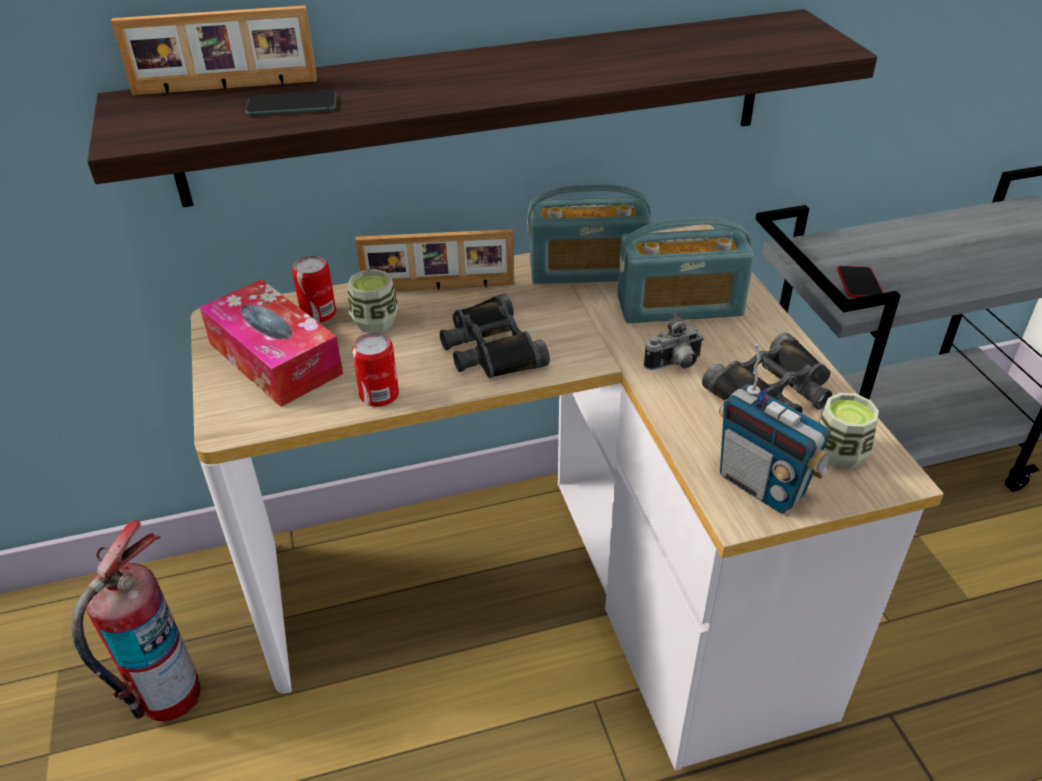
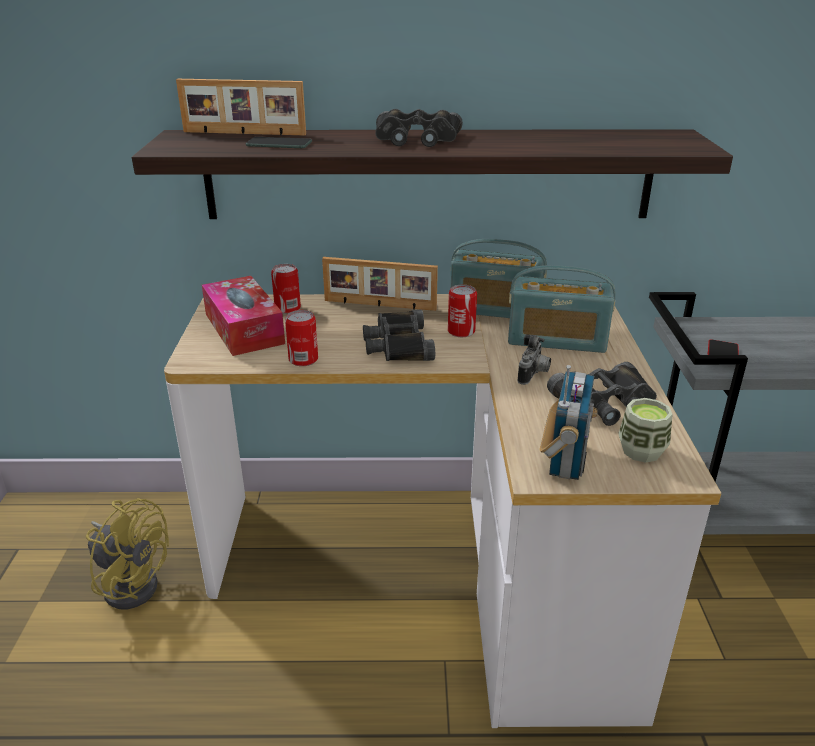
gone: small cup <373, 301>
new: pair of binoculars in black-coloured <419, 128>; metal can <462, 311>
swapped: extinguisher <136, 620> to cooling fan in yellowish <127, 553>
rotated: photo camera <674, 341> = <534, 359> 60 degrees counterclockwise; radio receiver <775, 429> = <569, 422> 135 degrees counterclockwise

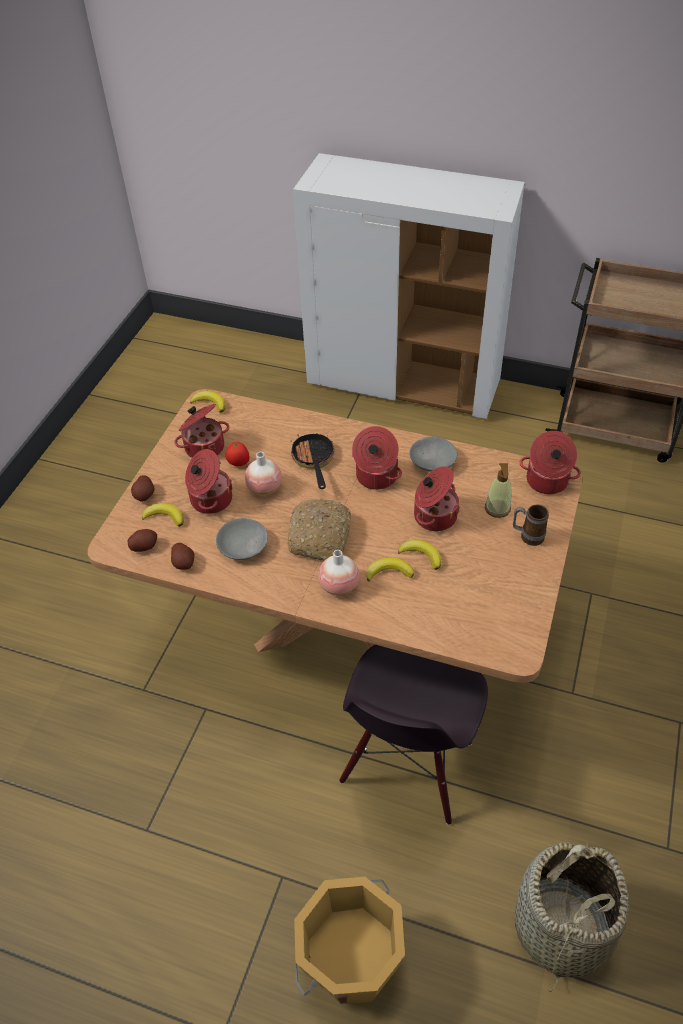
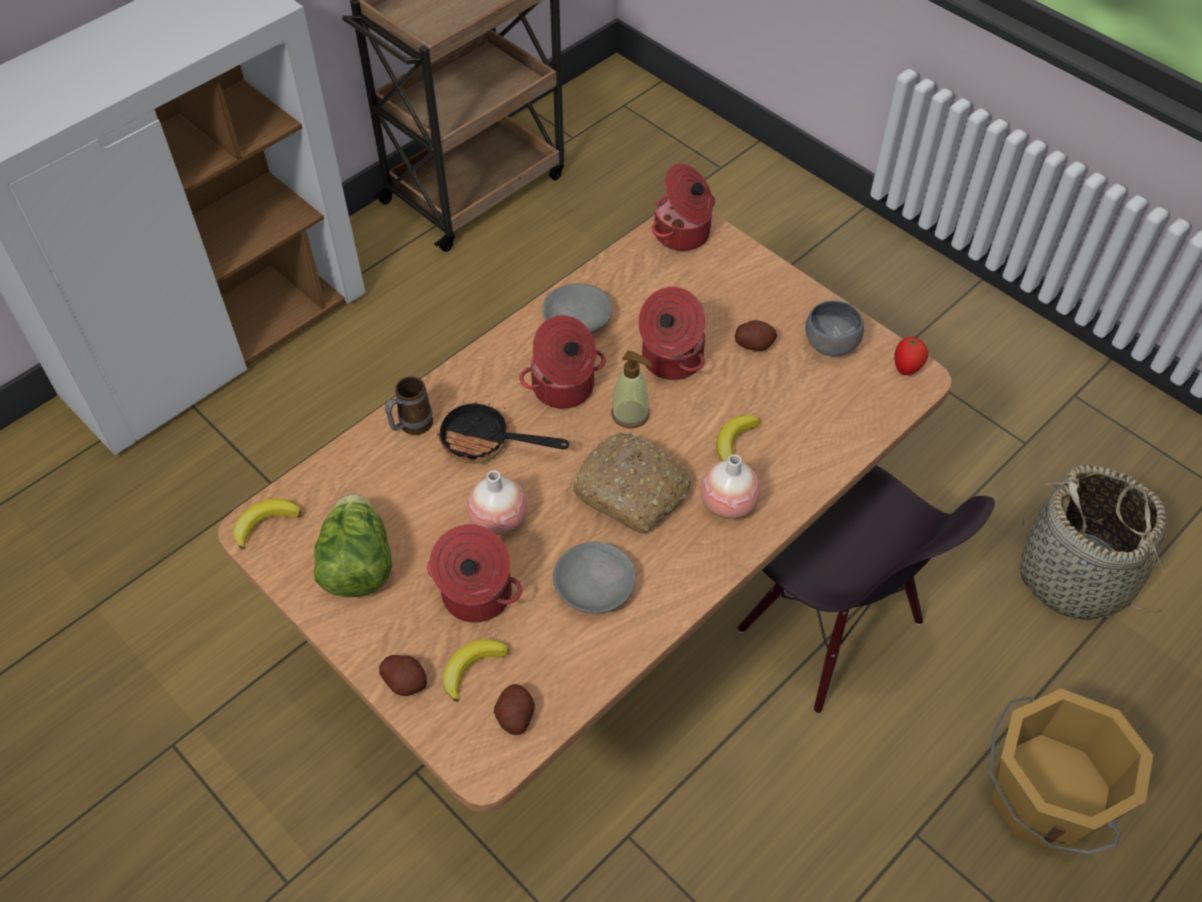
gone: whole banana <419, 555>
new: deep dish in gray <834, 328>
shifted: potato <182, 556> to <756, 335>; whole tomato <237, 454> to <911, 356>; soap bottle <498, 490> to <631, 389>; tea mug <531, 525> to <409, 405>
swapped: stockpot <202, 431> to lettuce head <353, 545>

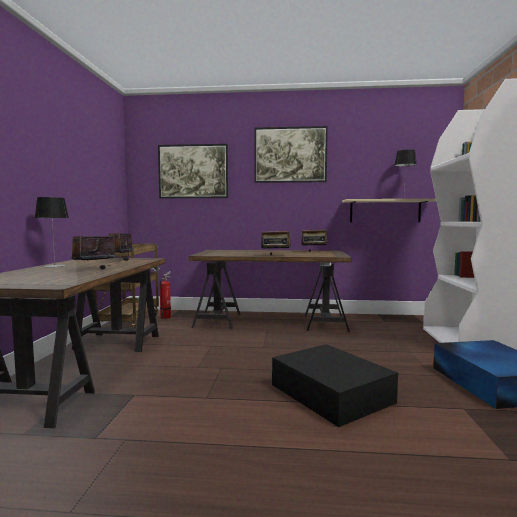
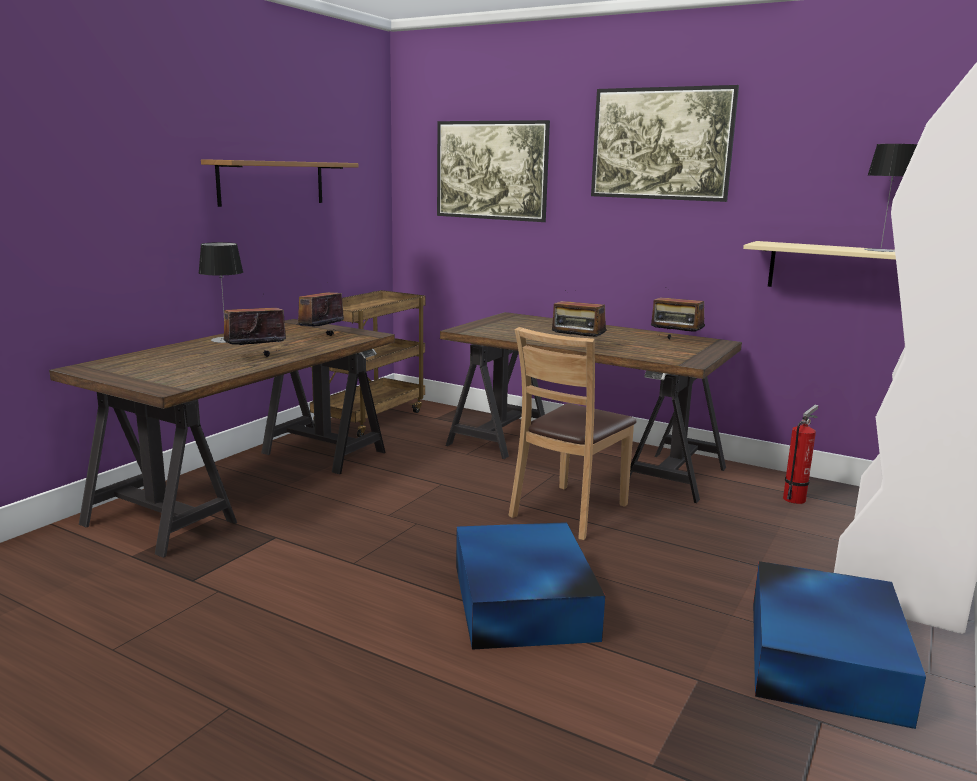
new: shelf <279, 183>; plain chair in brown-coloured <572, 433>
shifted: extinguisher <165, 295> to <800, 454>
repainted: storage bin in black-coloured <335, 385> to storage bin in blue <530, 586>

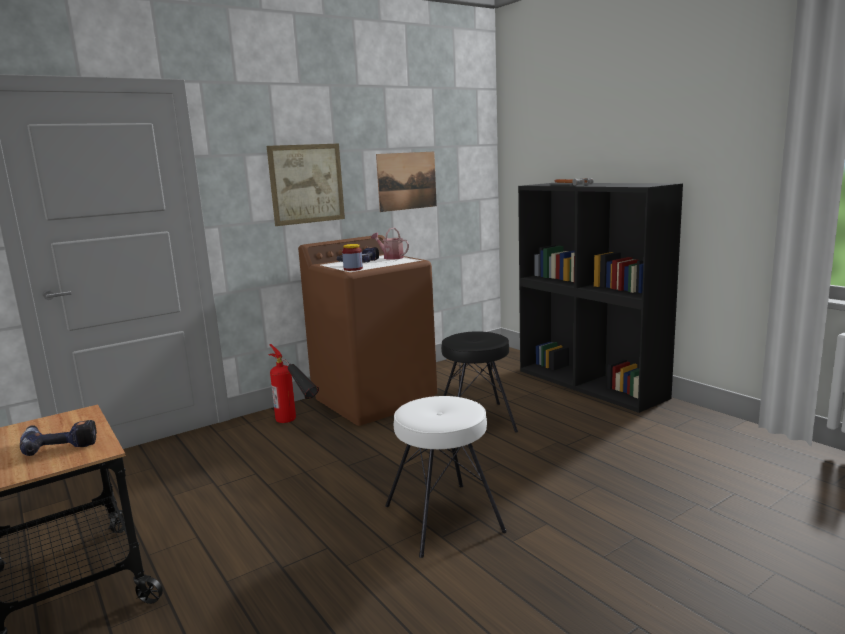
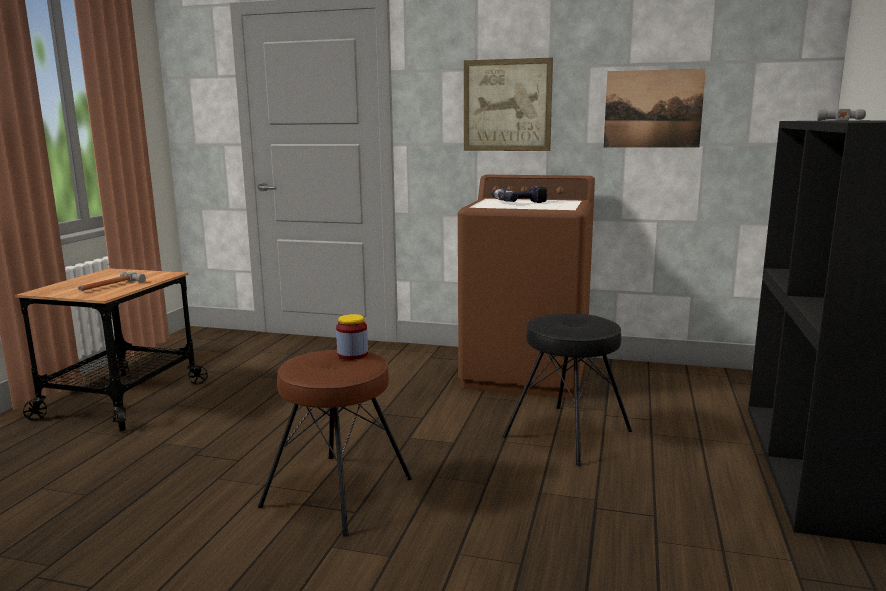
gone: extinguisher <294, 383>; sprinkling can <390, 244>
shifted: jar <352, 257> to <352, 337>
swapped: drill <58, 438> to tool hammer <112, 281>
repainted: sitting stool in white-coloured <446, 477> to sitting stool in brown-coloured <335, 443>

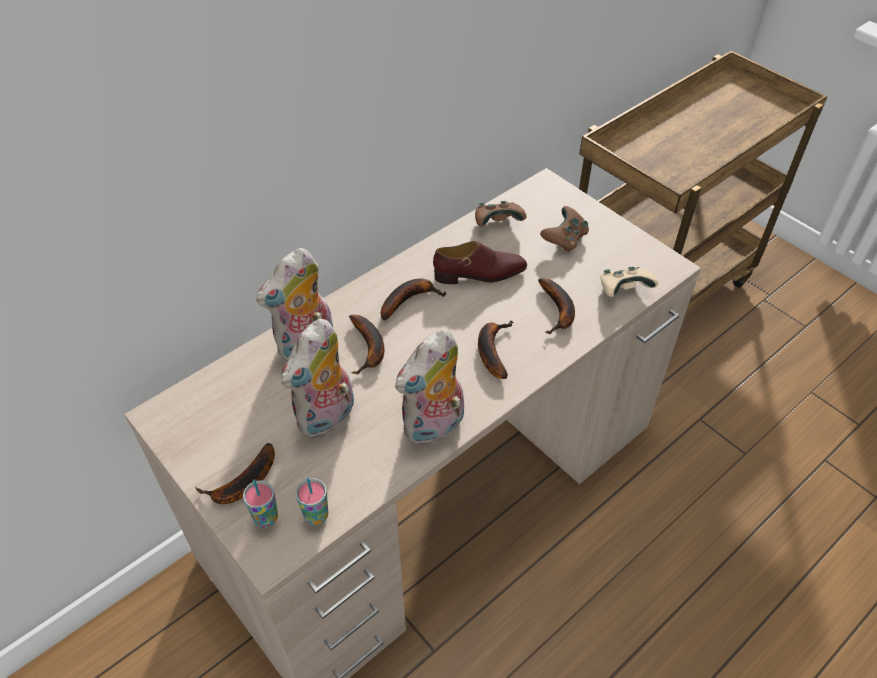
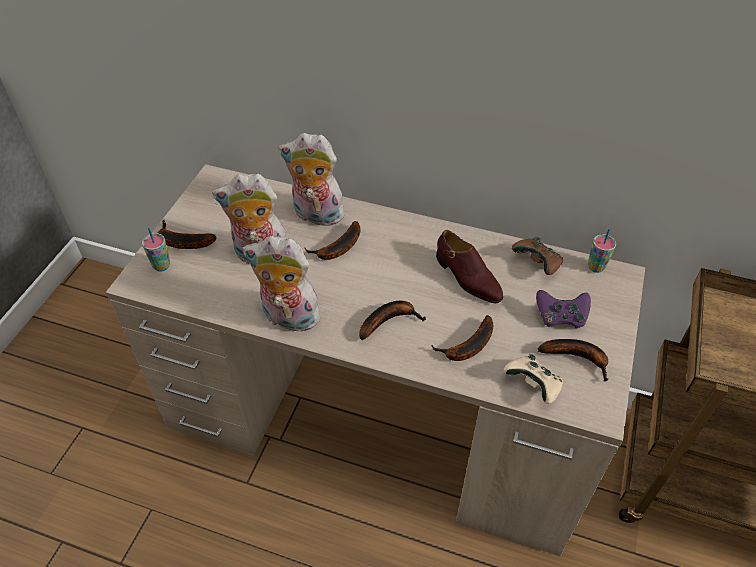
shifted: small cup <312, 501> to <602, 251>; whole banana <413, 300> to <573, 360>
repainted: game controller in brown-coloured <564, 229> to game controller in purple <563, 309>

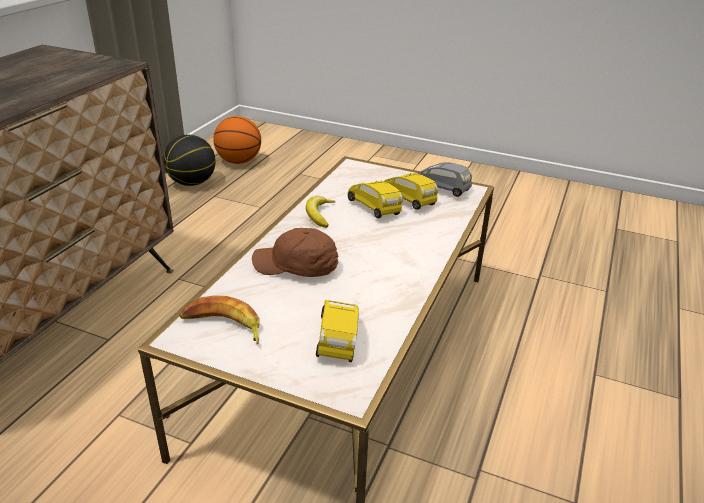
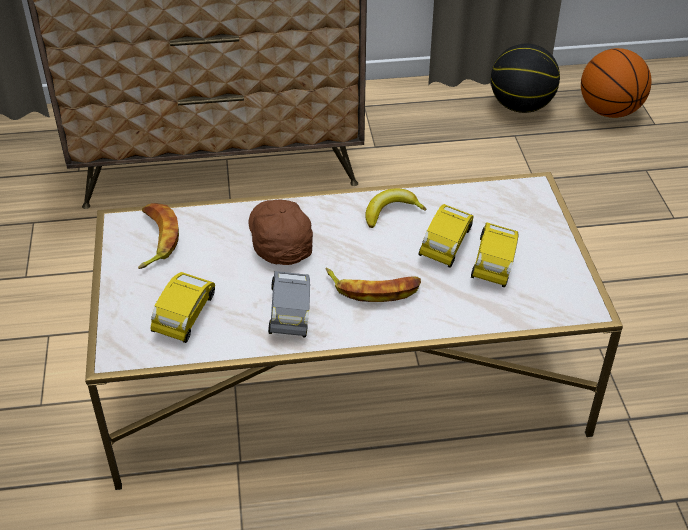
new: whole banana <373, 284>
shifted: model car in gray <445, 179> to <289, 304>
rotated: model car in yellowish <337, 331> = <182, 307> 45 degrees counterclockwise

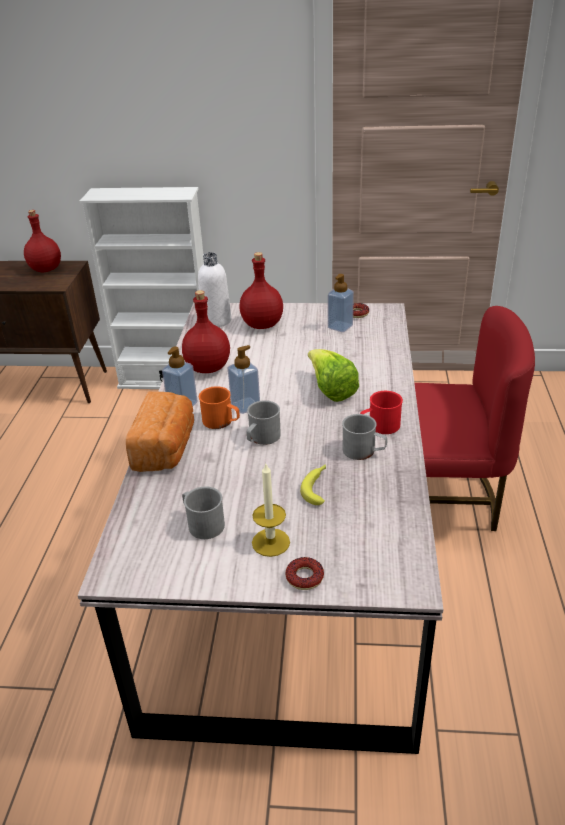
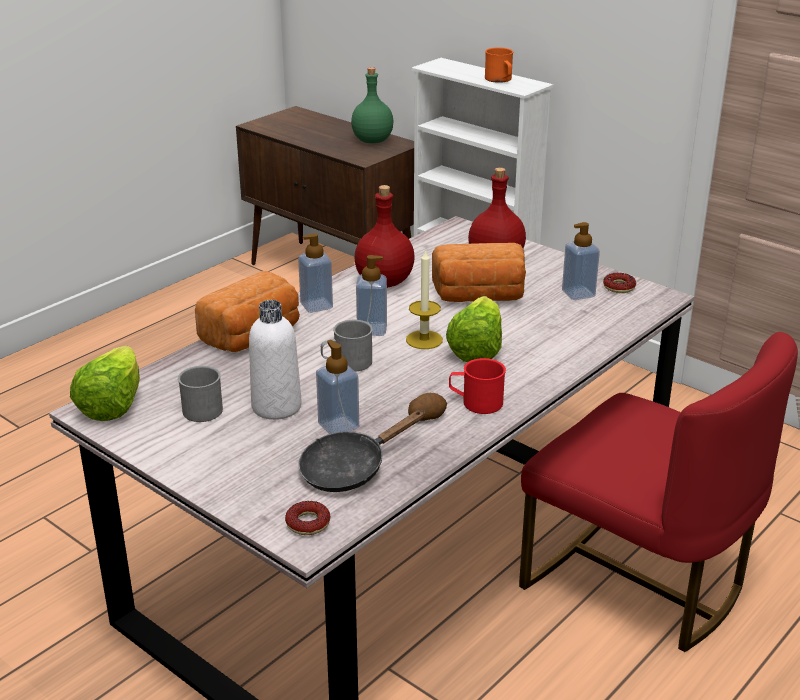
new: lettuce head <105, 383>; skillet in black-coloured <361, 451>; bread <479, 272>
shifted: bottle in white-coloured <214, 289> to <275, 360>; tea mug in orange <219, 407> to <499, 65>; candle <271, 509> to <424, 299>; doughnut <304, 573> to <307, 518>
swapped: whole banana <313, 484> to soap bottle <337, 387>; tea mug in gray <364, 437> to potato <427, 407>
repainted: bottle in red-coloured <42, 241> to bottle in green <372, 105>

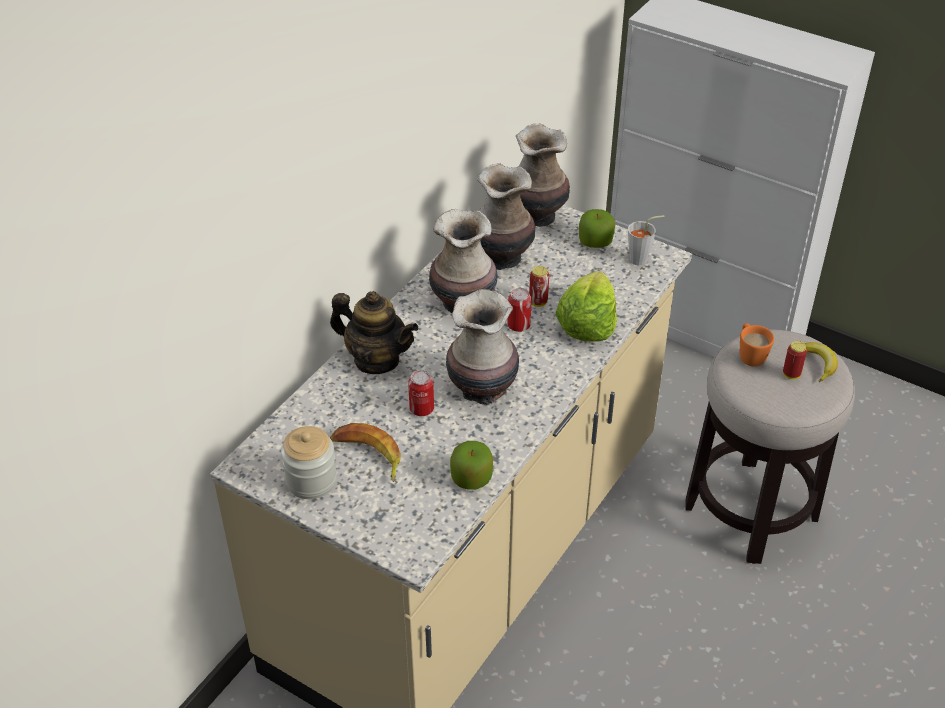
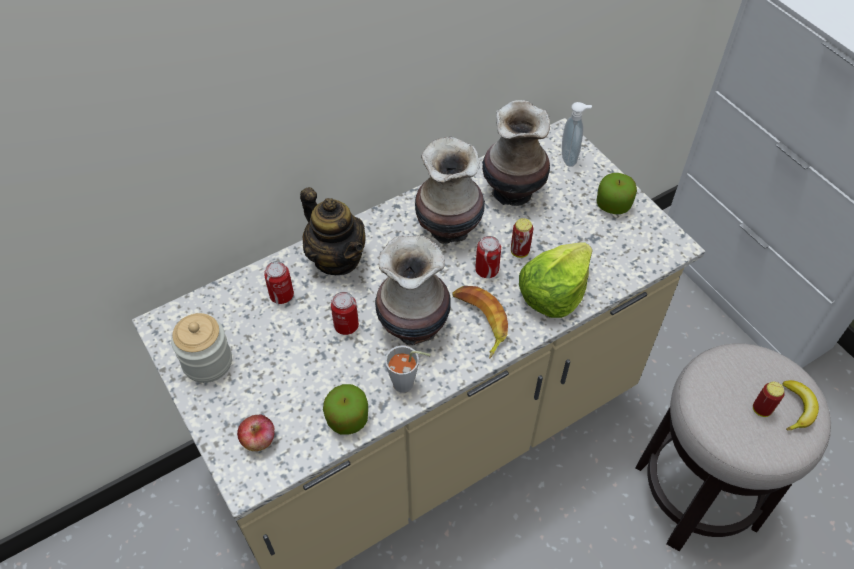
gone: tea mug in orange <757, 345>
new: whole apple <256, 432>; metal can <279, 282>
shifted: whole banana <365, 452> to <480, 322>; small cup in gray <646, 240> to <408, 369>
swapped: vase <543, 175> to soap bottle <577, 134>

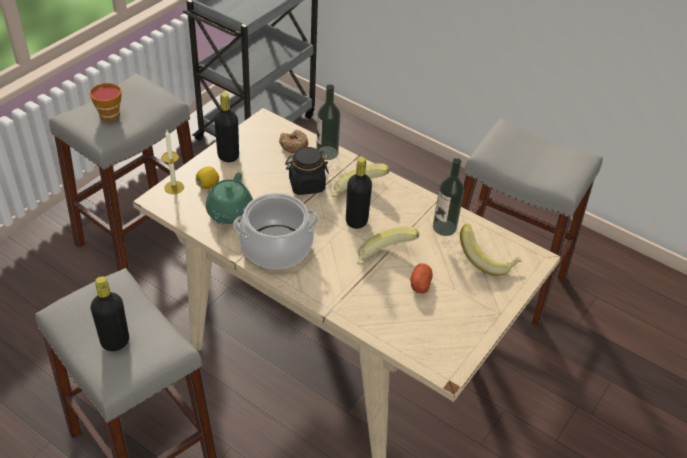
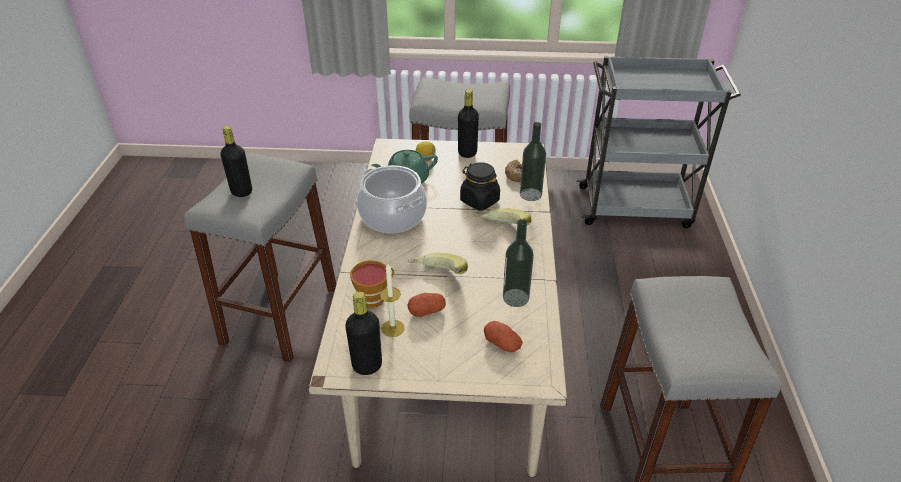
shifted: small cup <105, 102> to <372, 284>; candle <173, 162> to <392, 300>; bottle in black-coloured <359, 193> to <363, 333>
swapped: whole banana <491, 250> to potato <503, 336>

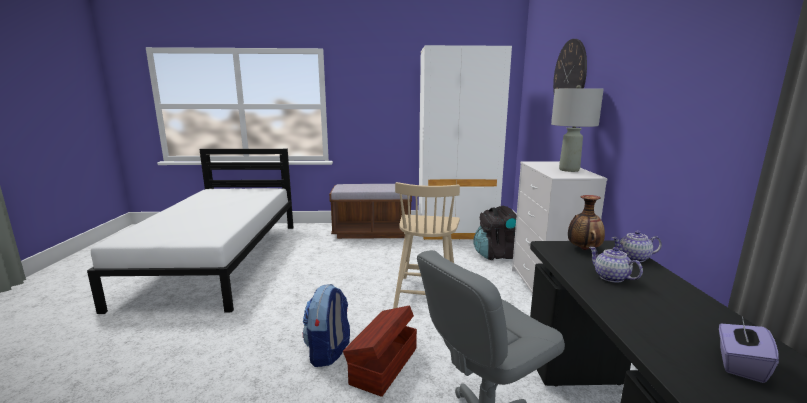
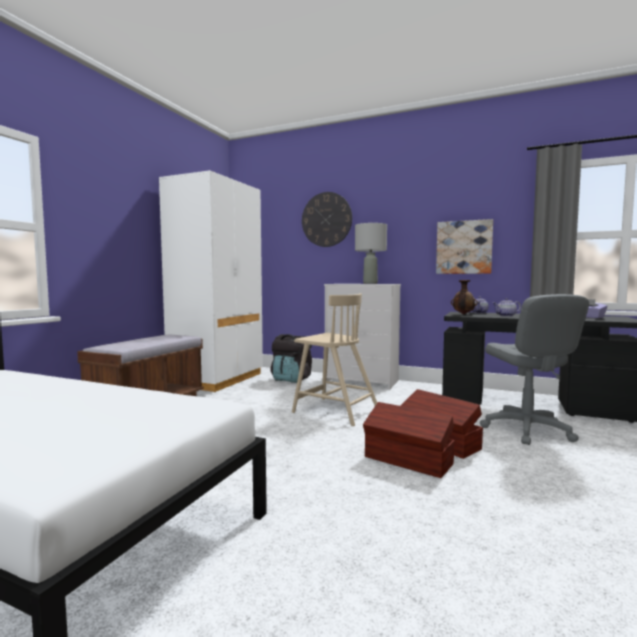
new: wall picture <464, 246>
swapped: rucksack <326, 325> to storage bin in brown-coloured <409, 440>

